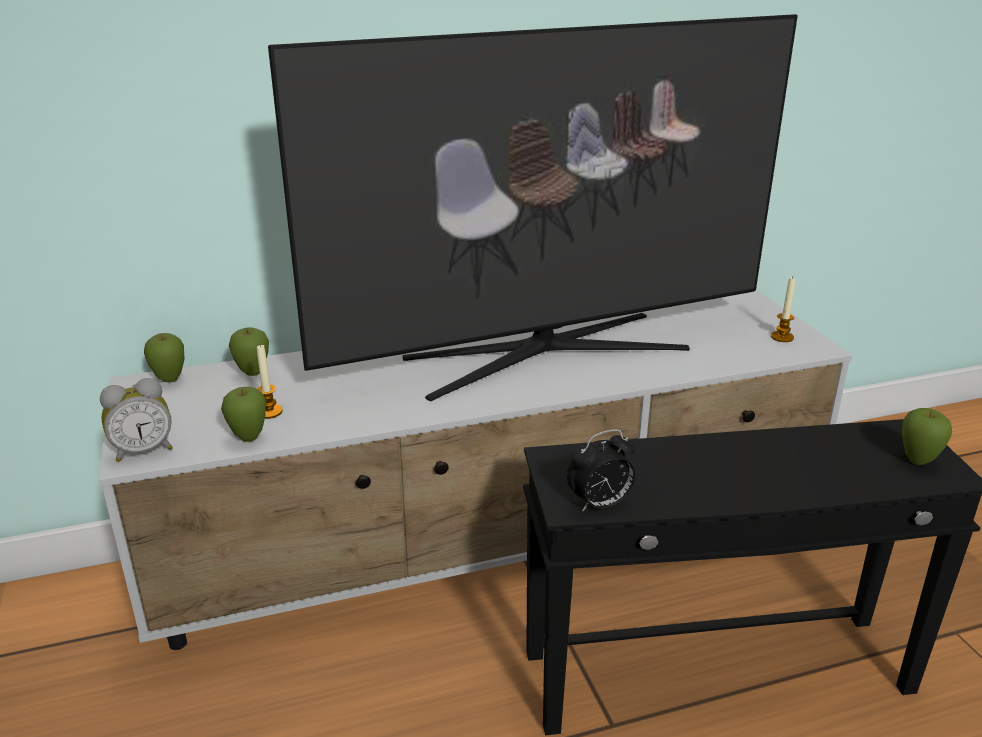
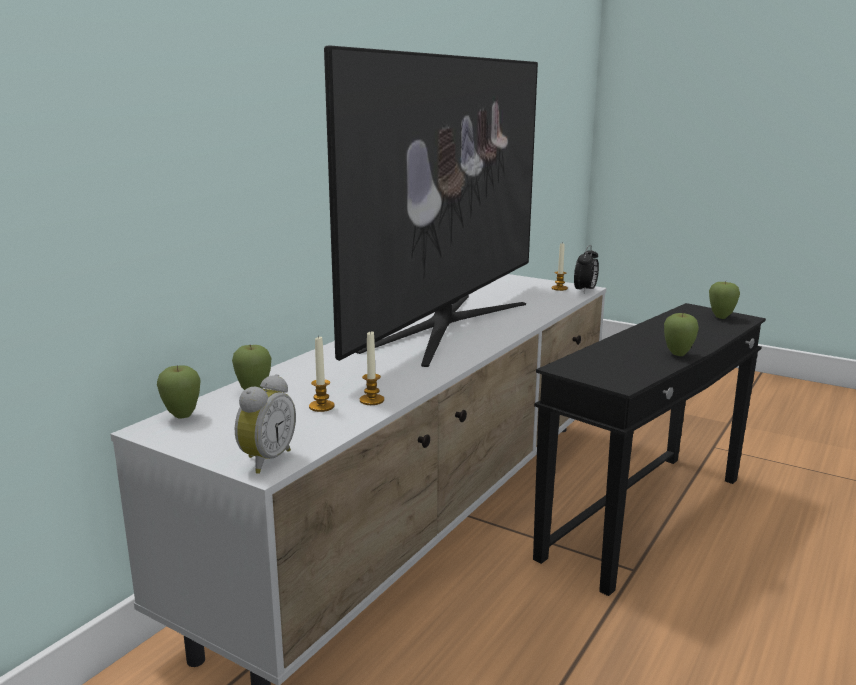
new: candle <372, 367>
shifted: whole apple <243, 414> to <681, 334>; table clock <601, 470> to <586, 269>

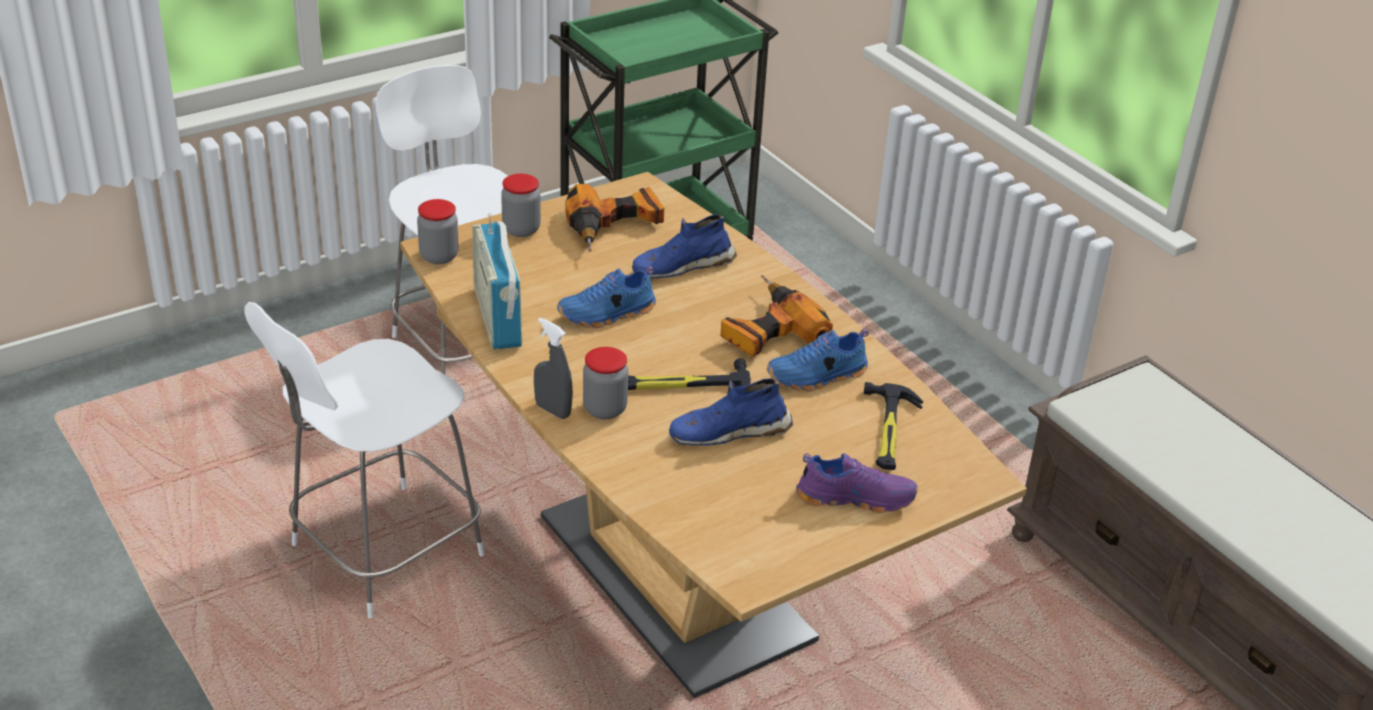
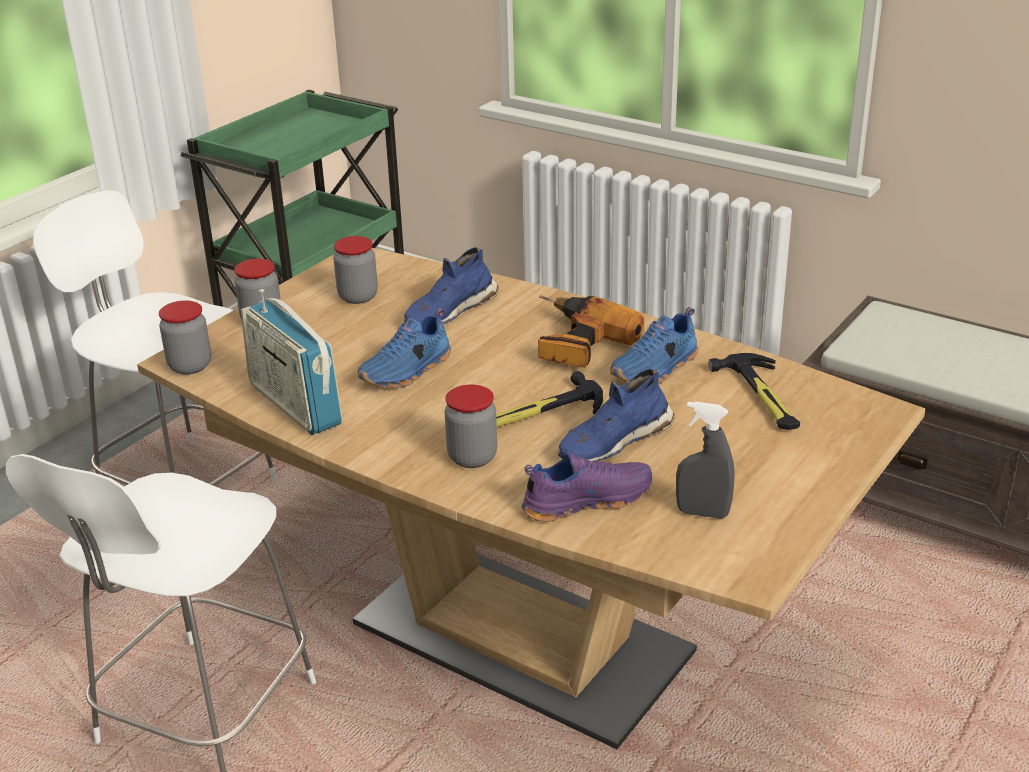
shifted: hand sprayer in gray <553, 368> to <705, 460>; low shoe in purple <857, 483> to <587, 487>
swapped: drill <614, 218> to jar <355, 270>

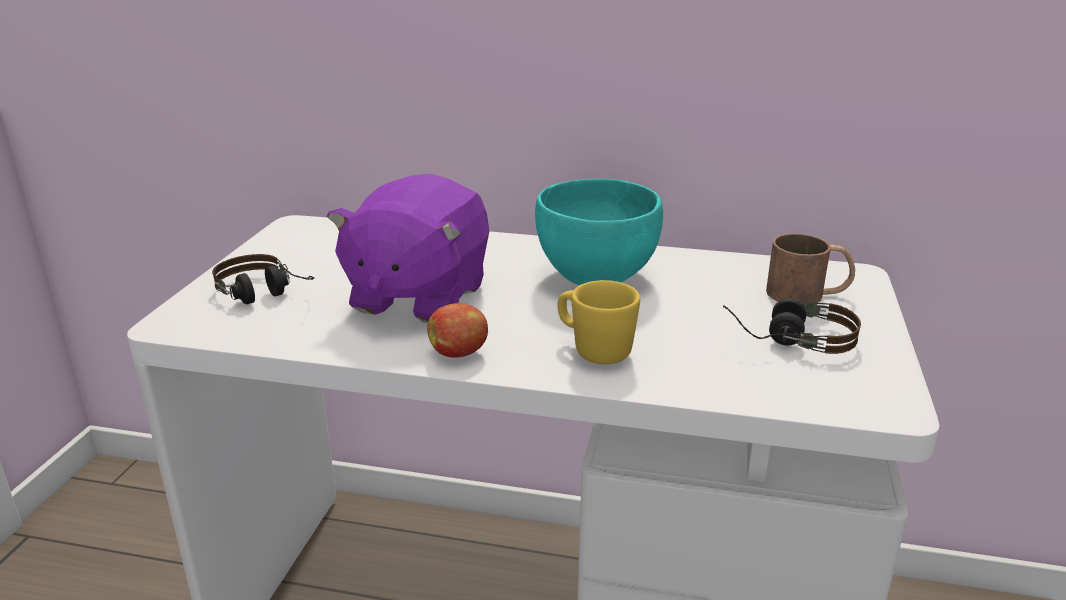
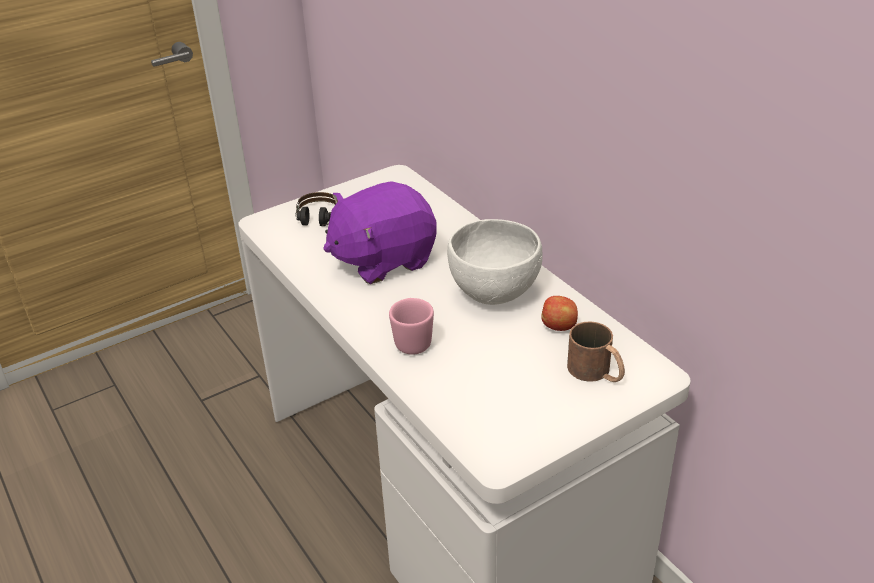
gone: headphones <792, 326>
shifted: whole apple <457, 330> to <560, 313>
repainted: deep dish in blue-green <599, 232> to deep dish in white-coloured <494, 262>; tea mug in yellowish <599, 322> to tea mug in pink-coloured <411, 326>

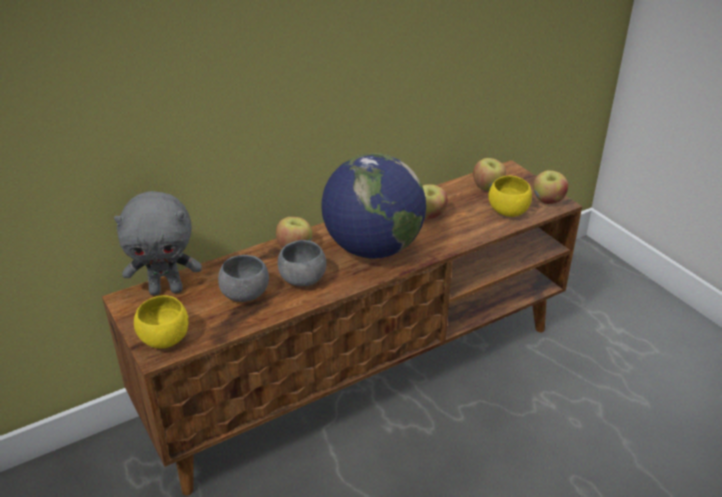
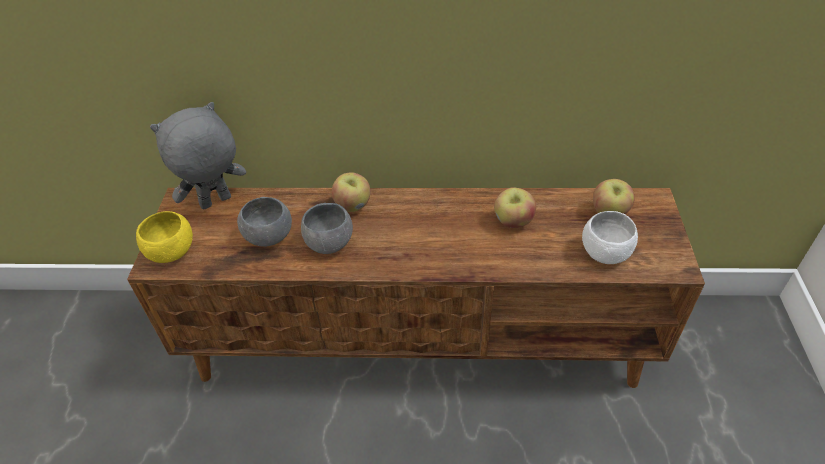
gone: globe <373, 206>; whole apple <550, 187>
repainted: deep dish in yellowish <510, 196> to deep dish in white-coloured <610, 237>
rotated: soft toy in gray <158, 243> = <198, 156> 120 degrees clockwise

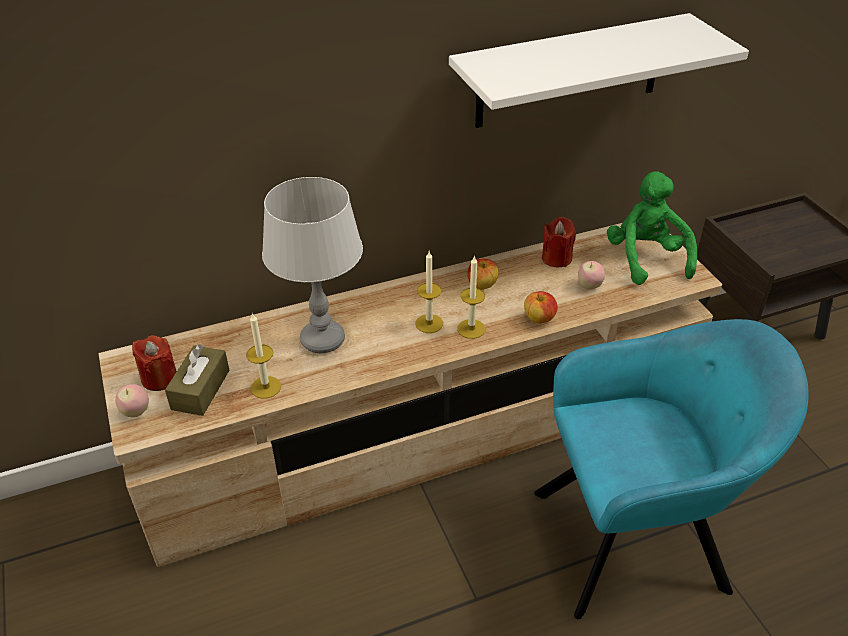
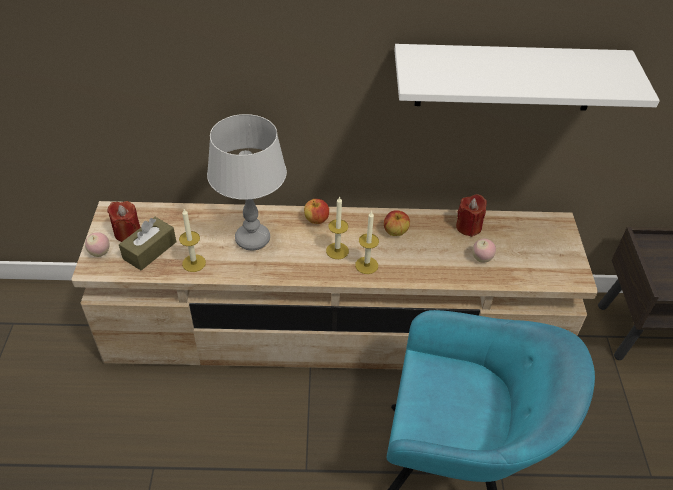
gone: soft toy in green <652, 228>
shifted: whole apple <541, 307> to <316, 211>

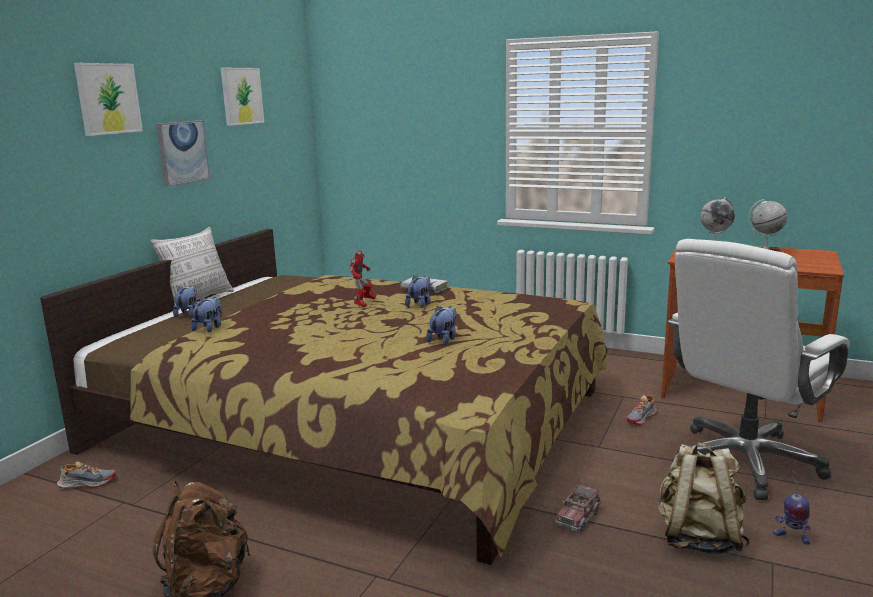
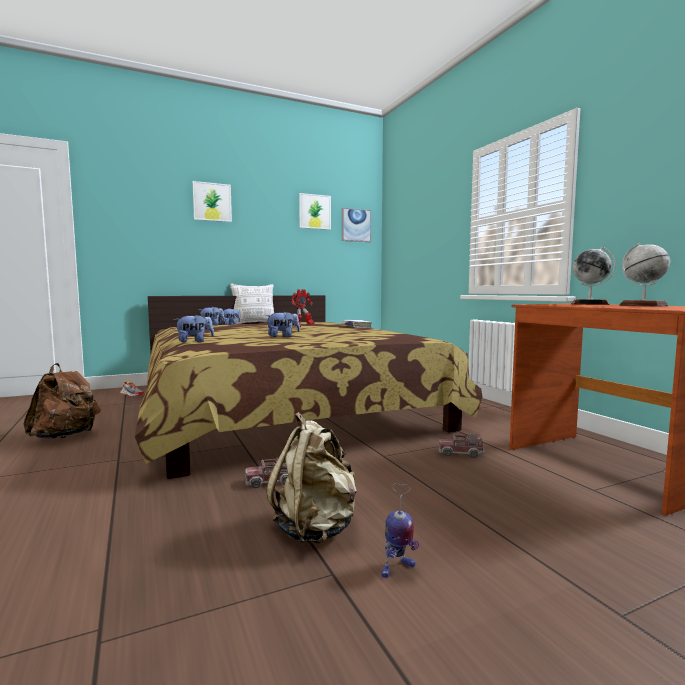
gone: computer chair in white-coloured <759, 369>
shifted: wall picture <183, 153> to <356, 225>; soft toy <417, 292> to <194, 328>
swapped: low shoe <641, 410> to toy truck <461, 446>
rotated: robot figure <792, 508> = <400, 530> 105 degrees counterclockwise

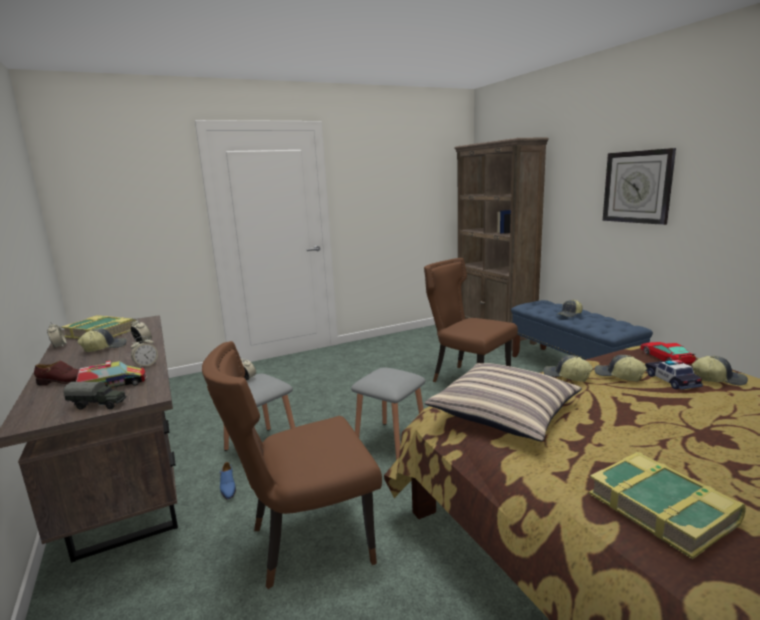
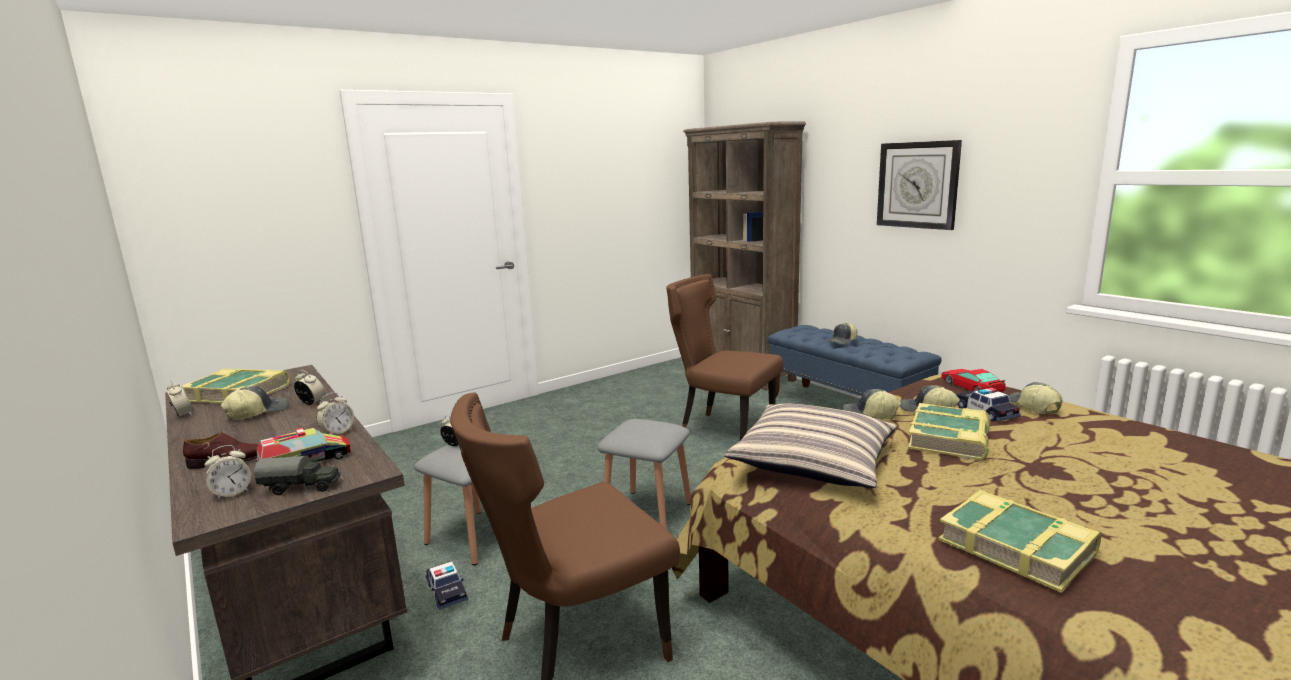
new: table clock <227, 472>; book <949, 432>
swapped: low shoe in blue <228, 481> to model car <447, 585>
rotated: cap <719, 370> = <1035, 398> 105 degrees counterclockwise

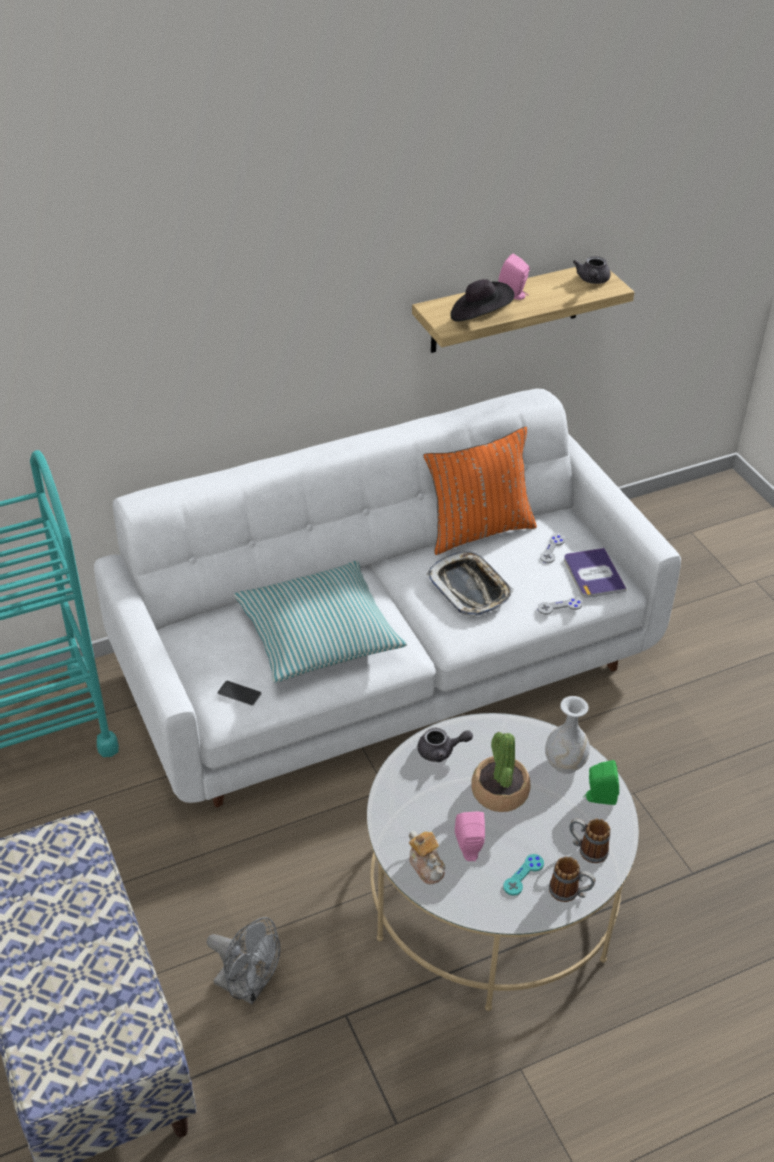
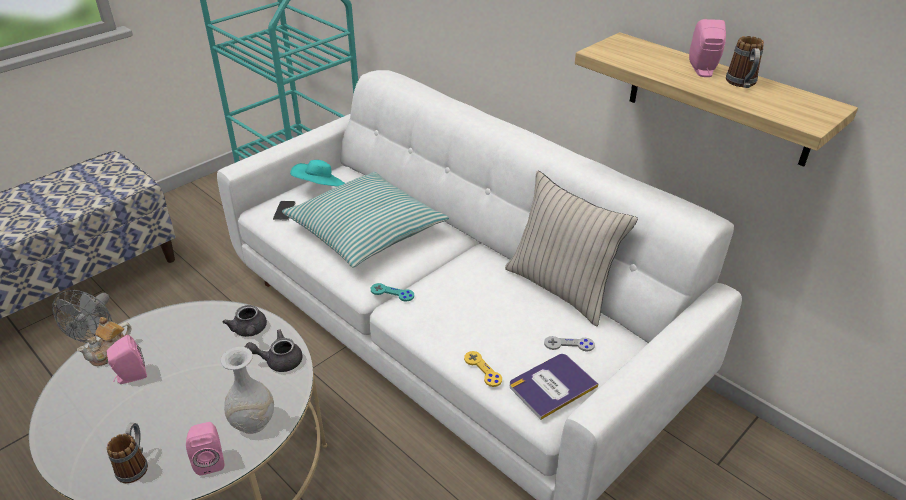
gone: tray <470, 584>; wearable hat in black-coloured <482, 300>; plant in a pot <501, 772>
new: wearable hat in blue-green <317, 173>
shifted: game controller in blue-green <523, 875> to <392, 292>; tea mug <572, 879> to <745, 62>; pot for tea in gray <592, 270> to <274, 350>
repainted: cushion in orange <480, 491> to cushion in beige-coloured <571, 248>; game controller in gray <559, 606> to game controller in yellowish <483, 369>; audio speaker in green <601, 782> to audio speaker in pink-coloured <205, 448>

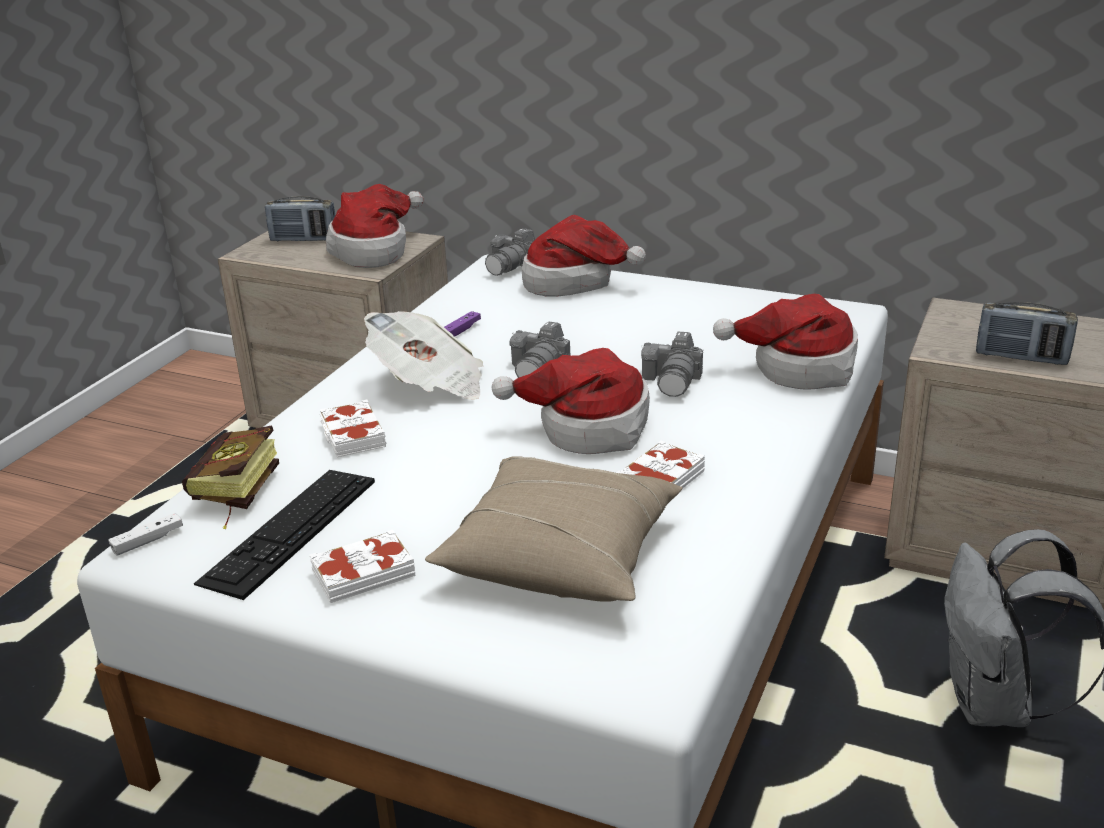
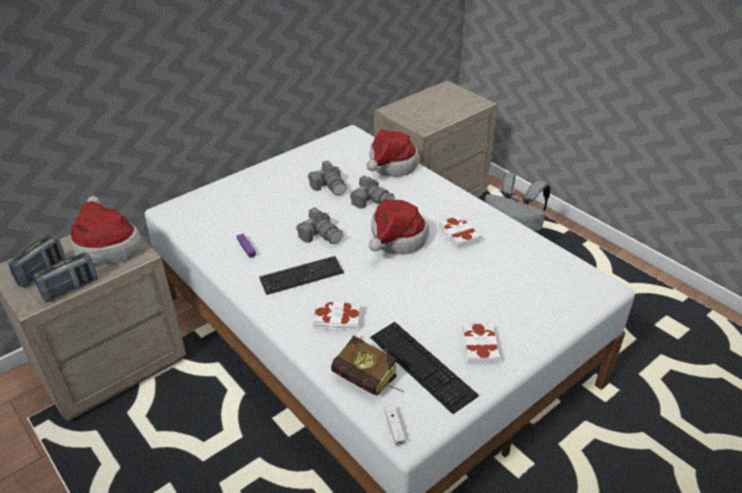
gone: cushion in beige-coloured <554, 529>; wearable hat <584, 256>
shifted: photo camera <510, 252> to <327, 178>; radio receiver <1027, 333> to <65, 277>
swapped: printed paper <424, 355> to PC keyboard <301, 275>

